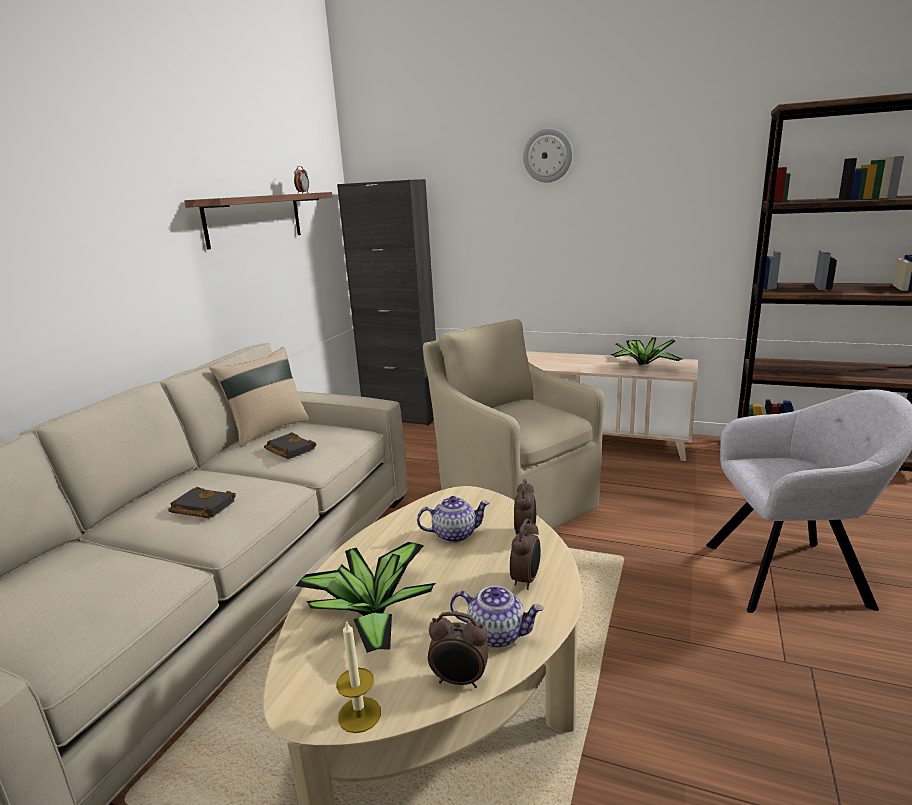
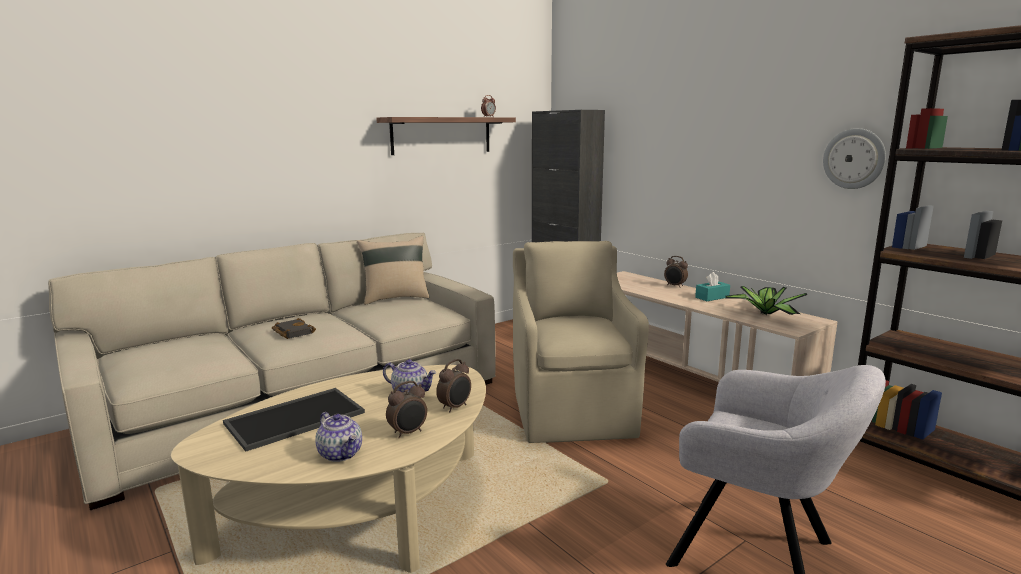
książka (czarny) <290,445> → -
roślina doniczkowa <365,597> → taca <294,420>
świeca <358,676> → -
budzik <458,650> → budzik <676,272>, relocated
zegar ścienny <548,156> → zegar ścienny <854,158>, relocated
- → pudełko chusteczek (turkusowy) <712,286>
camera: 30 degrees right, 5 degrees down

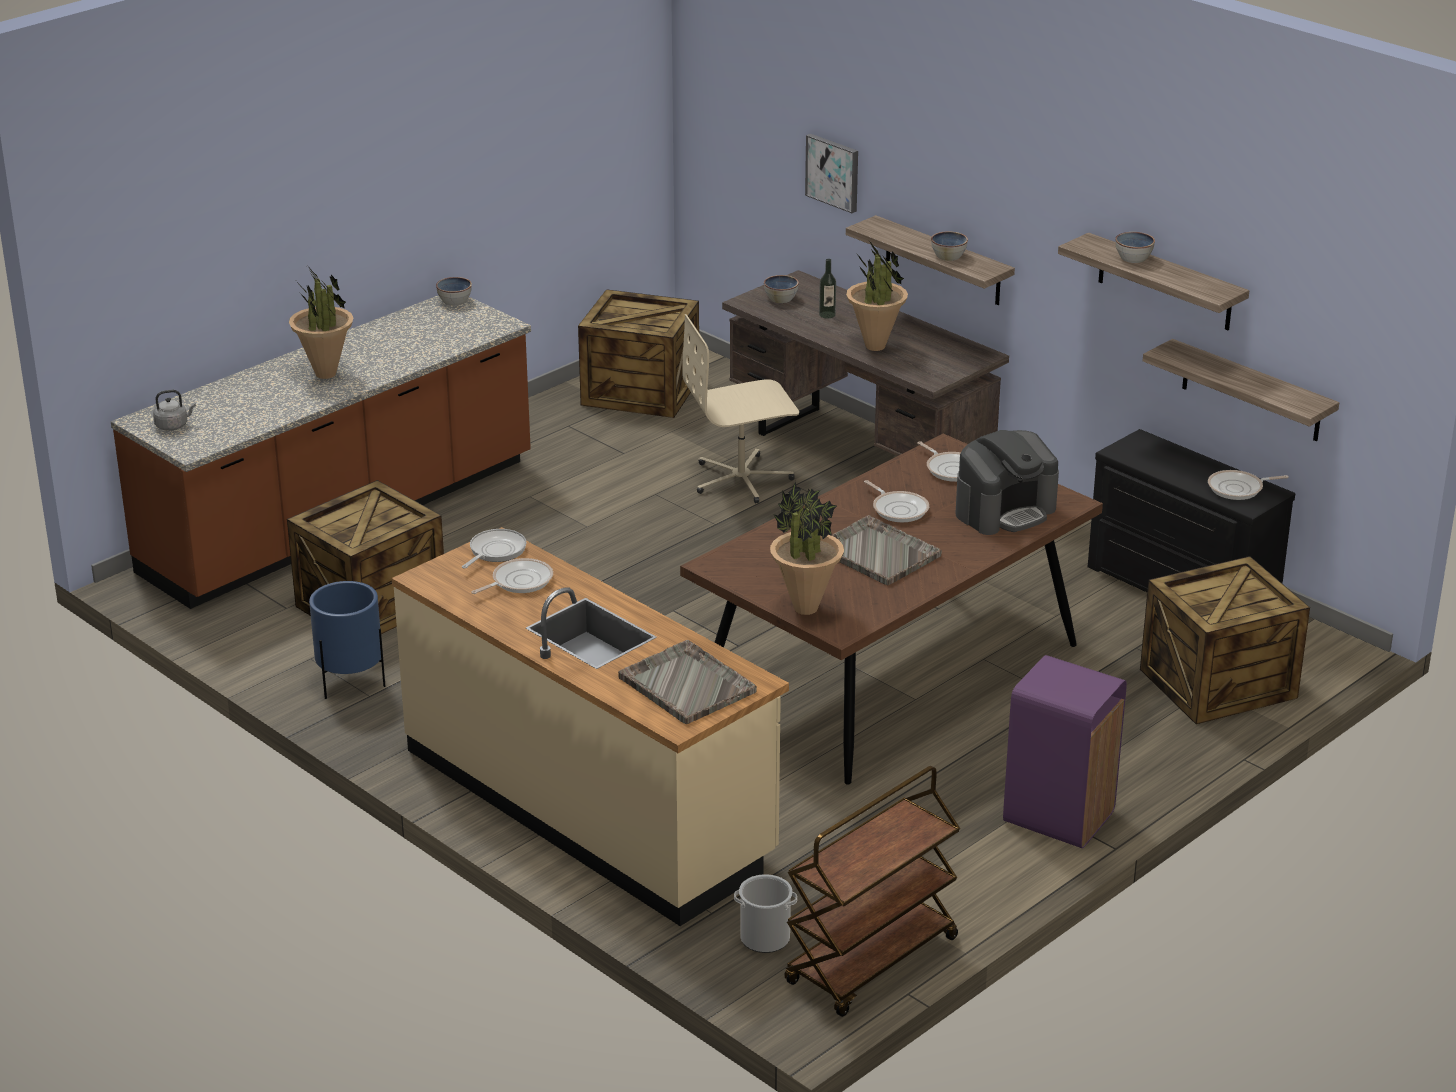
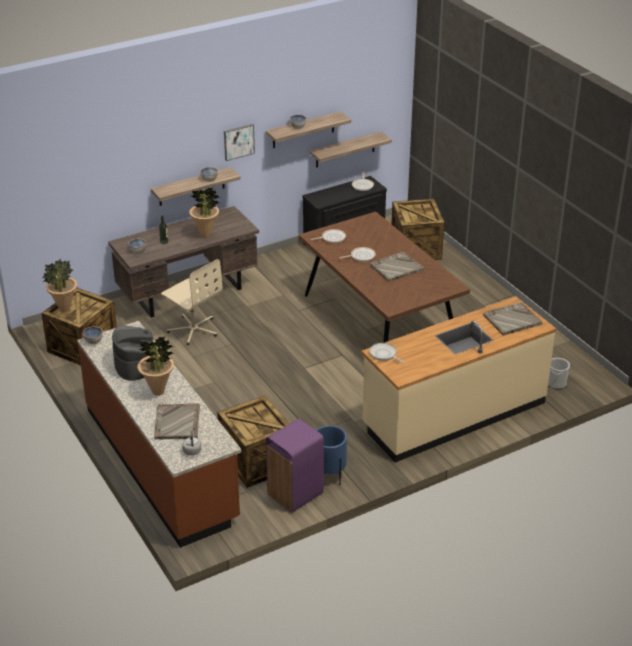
patelnia <512,576> → -
krzesło biurowe (beżowy) <740,408> → krzesło biurowe (beżowy) <192,302>, 45 degrees counterclockwise
roślina doniczkowa <807,548> → roślina doniczkowa <59,285>, relocated
wózek (brązowy) <872,891> → -
obraz <831,173> → obraz <239,142>, relocated
ekspres do kawy <1007,482> → ekspres do kawy <133,353>, relocated
kosz na śmieci (fioletowy) <1065,751> → kosz na śmieci (fioletowy) <295,465>, relocated
- → taca (szary) <177,421>
camera: 75 degrees left, 5 degrees up

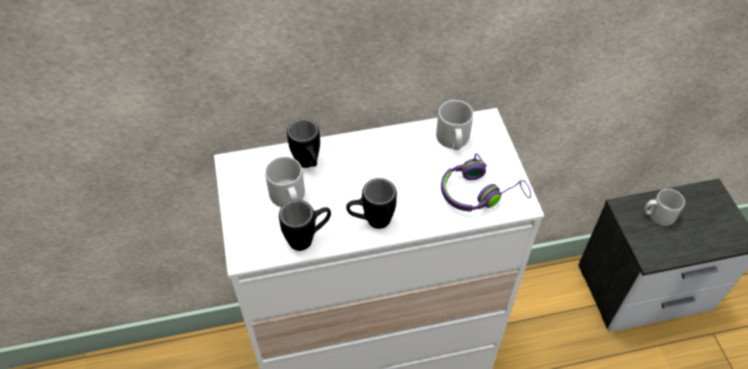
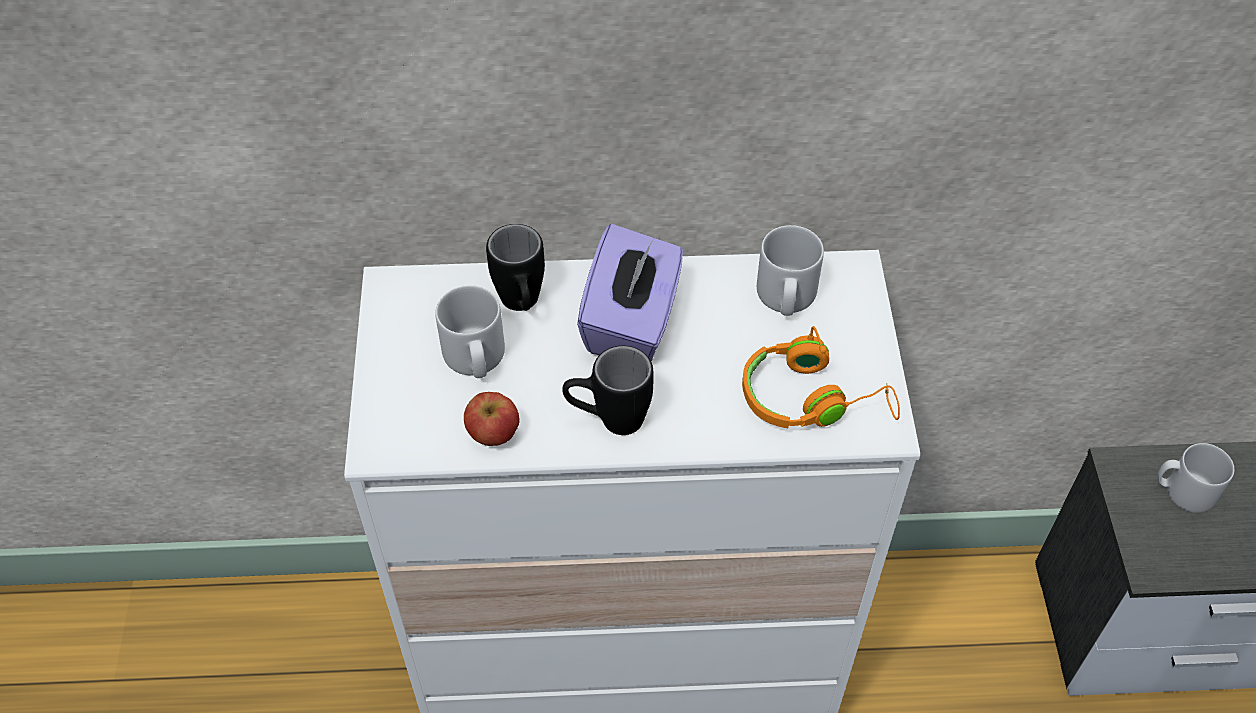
kubek (czarny) <305,225> → jabłko <492,419>
słuchawki (fioletowy) <486,182> → słuchawki (pomarańczowy) <821,377>
- → pudełko chusteczek (fioletowy) <630,293>
camera: 10 degrees right, 0 degrees up

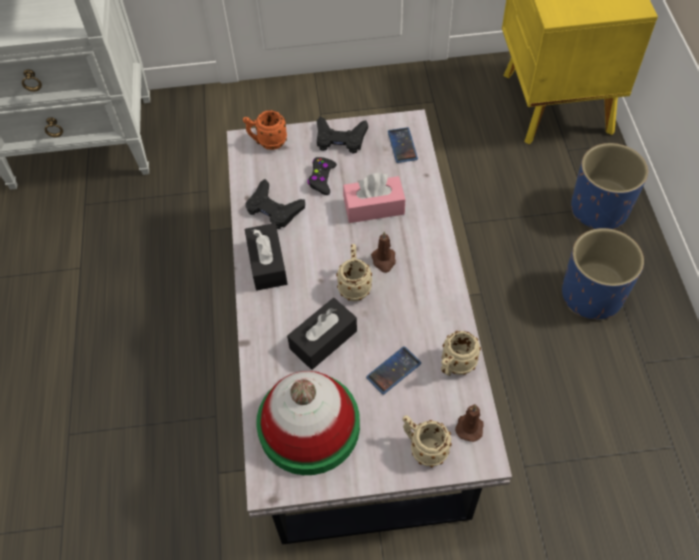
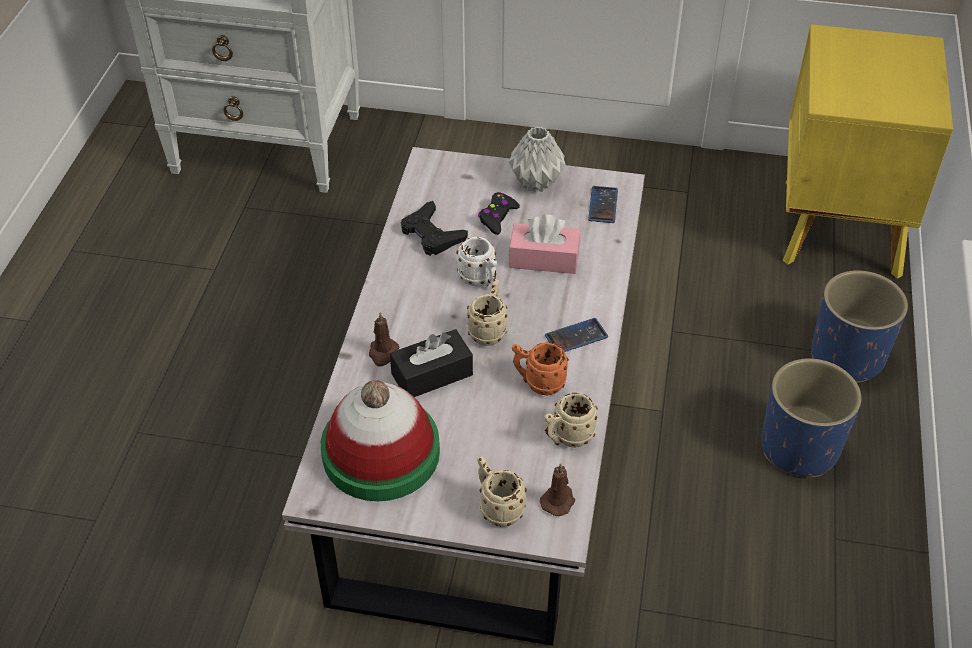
kubek (pomarańczowy) <265,130> → kubek (pomarańczowy) <540,368>, relocated
pudełko chusteczek (czarny) <266,256> → -
pad do gier (czarny) <342,135> → wazon (szary) <537,159>
telefon <393,370> → telefon <576,335>, relocated
świeca (brązowy) <383,252> → świeca (brązowy) <384,339>, relocated
- → kubek (biały) <476,263>
camera: 15 degrees right, 10 degrees down

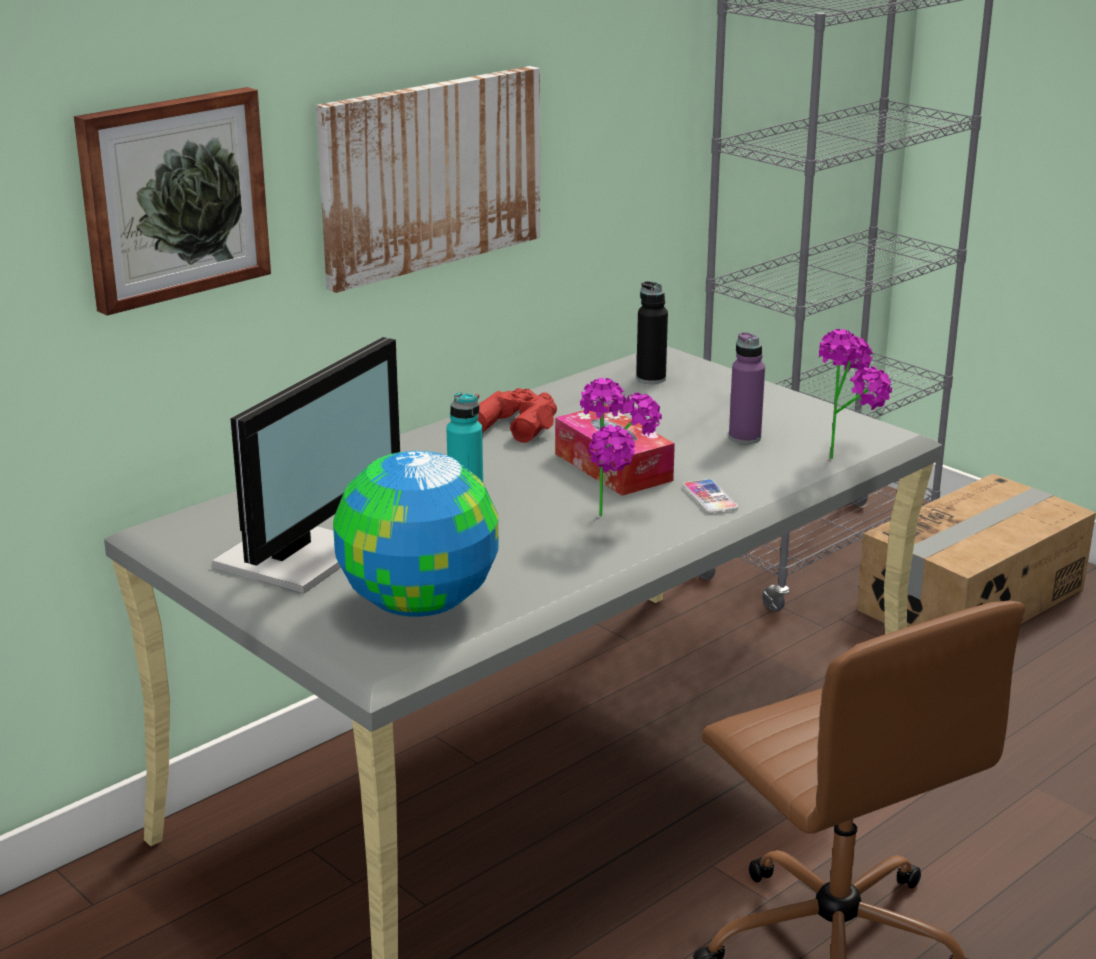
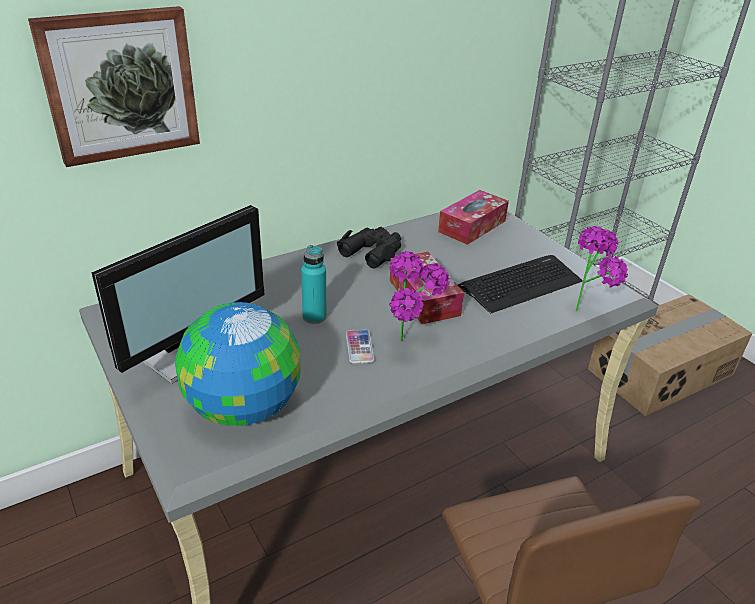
obraz <428,179> → -
lornetka (czerwony) <516,415> → lornetka (czarny) <369,248>
butelka (czarny) <652,332> → pudełko chusteczek <473,217>
telefon <710,496> → telefon <360,347>, relocated
butelka (fioletowy) <747,388> → klawiatura <520,284>
camera: 10 degrees right, 10 degrees up

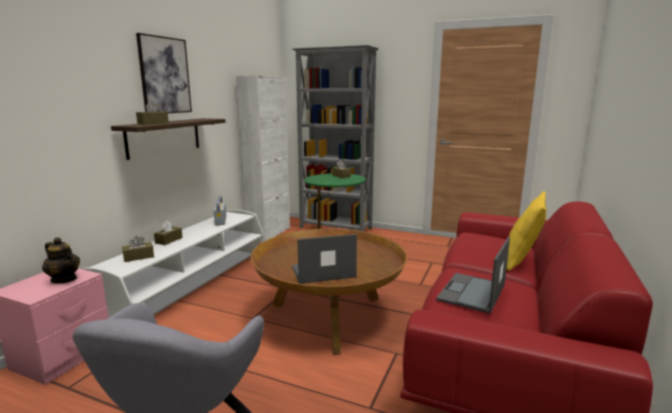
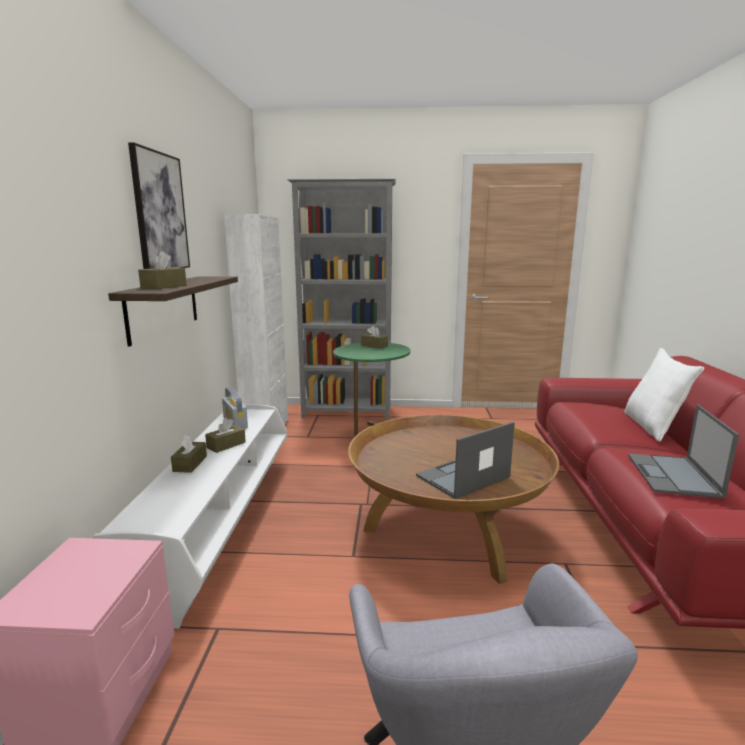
imbryk <61,260> → -
pudełko chusteczek (brązowy) <138,249> → pudełko chusteczek (brązowy) <225,435>, relocated
poduszka (żółty) <526,231> → poduszka (biały) <664,395>
camera: 20 degrees left, 0 degrees up

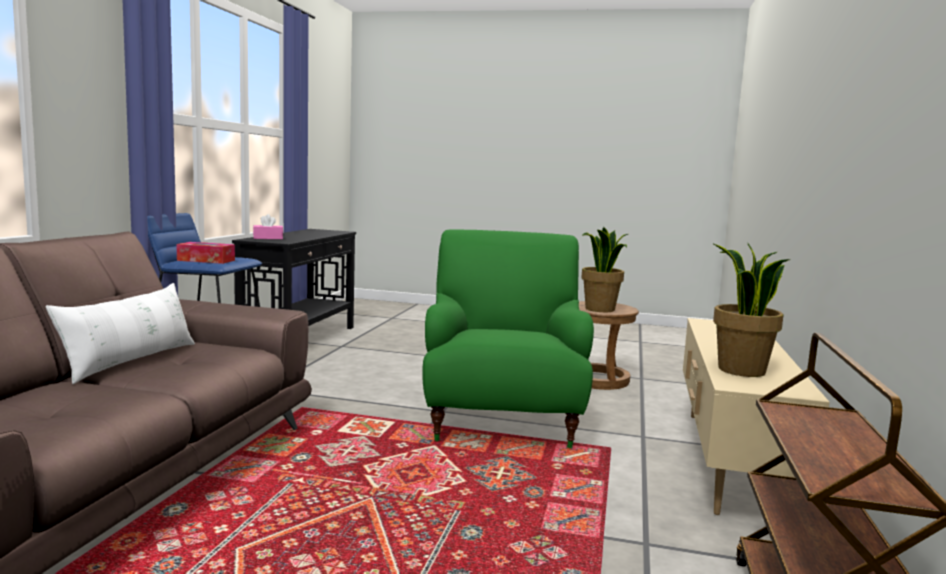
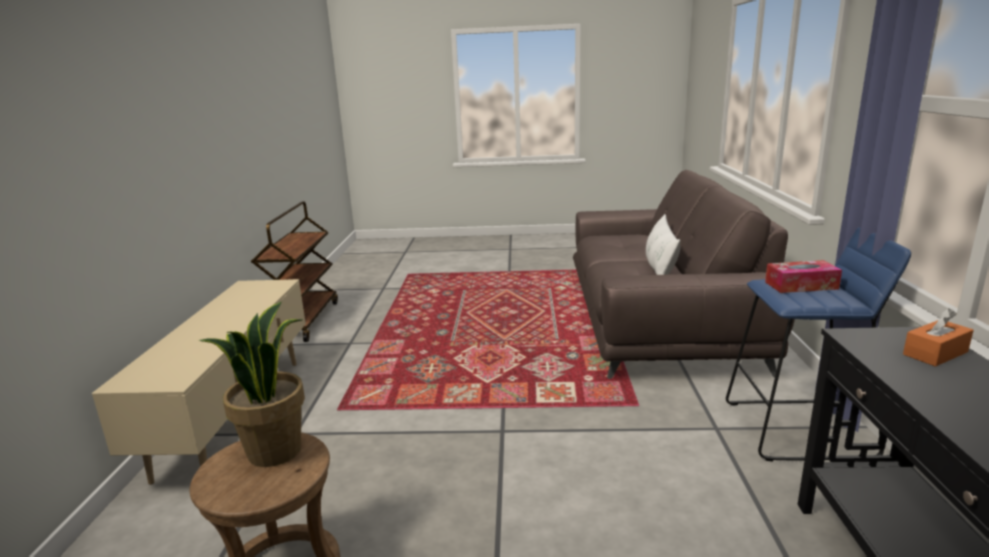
pudełko chusteczek (różowy) <268,226> → pudełko chusteczek (pomarańczowy) <938,337>
fotel (zielony) <508,338> → -
roślina doniczkowa <752,310> → -
camera: 170 degrees right, 10 degrees up

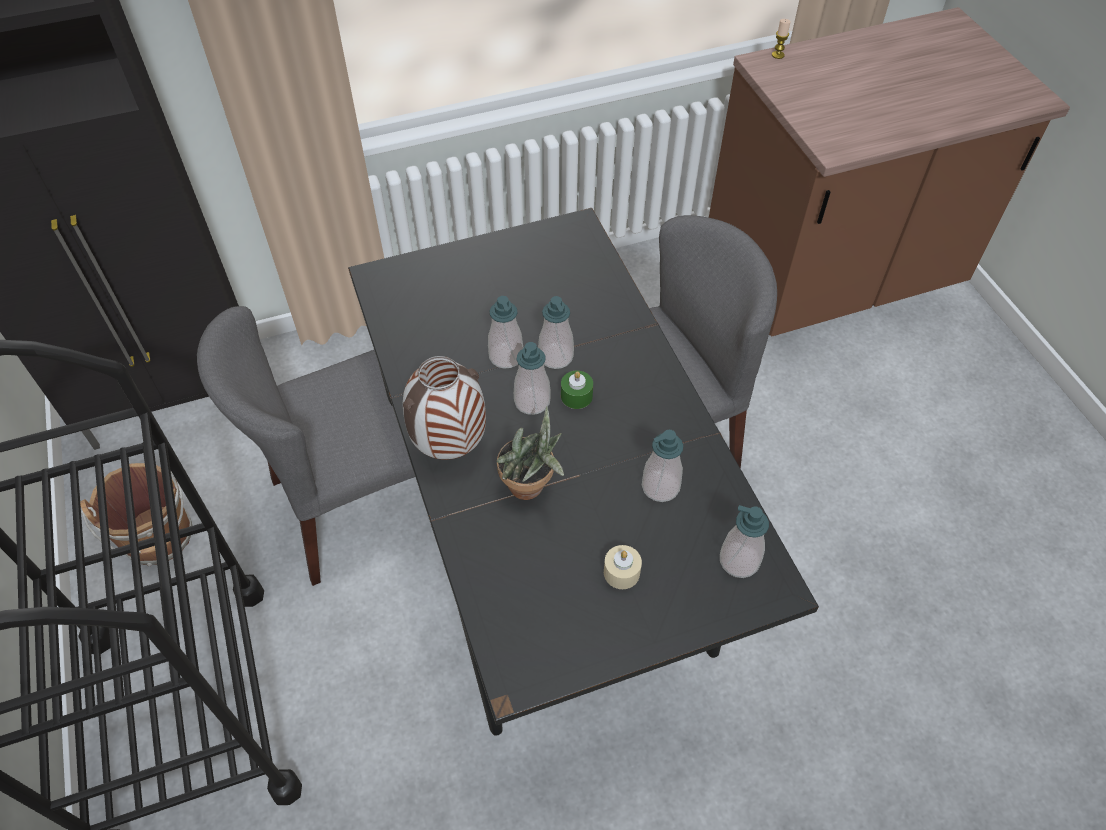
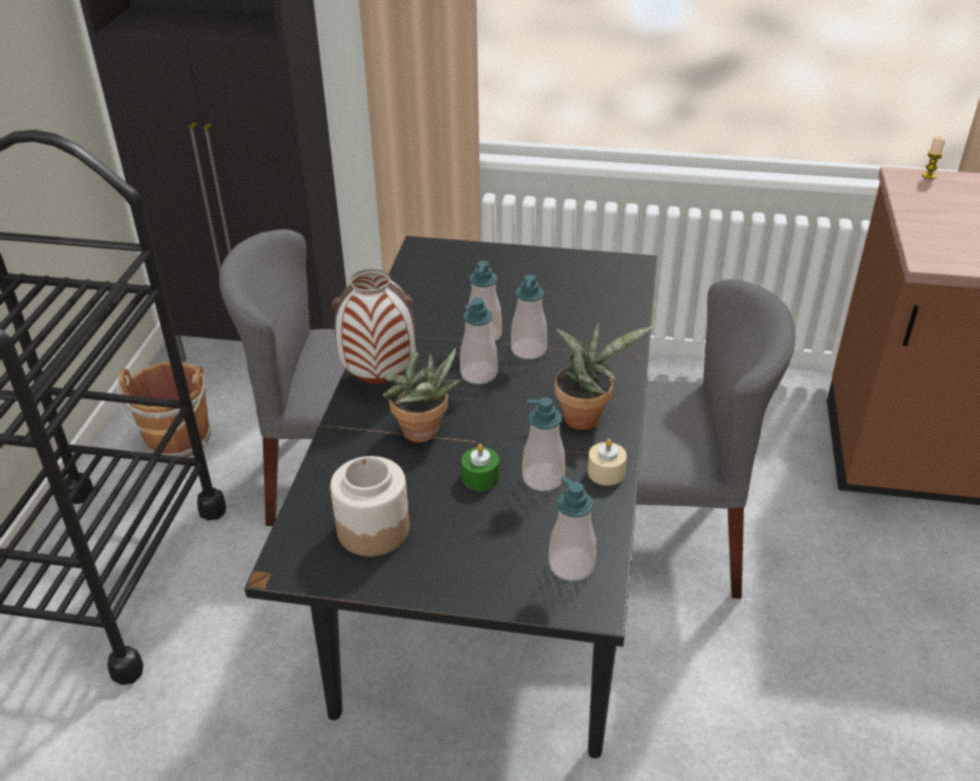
świeca (zielony) <577,390> → świeca (zielony) <480,467>, relocated
świeca (beżowy) <623,567> → świeca (beżowy) <607,462>, relocated
- → słoik <369,506>
- → roślina doniczkowa <604,376>
camera: 30 degrees right, 15 degrees down

